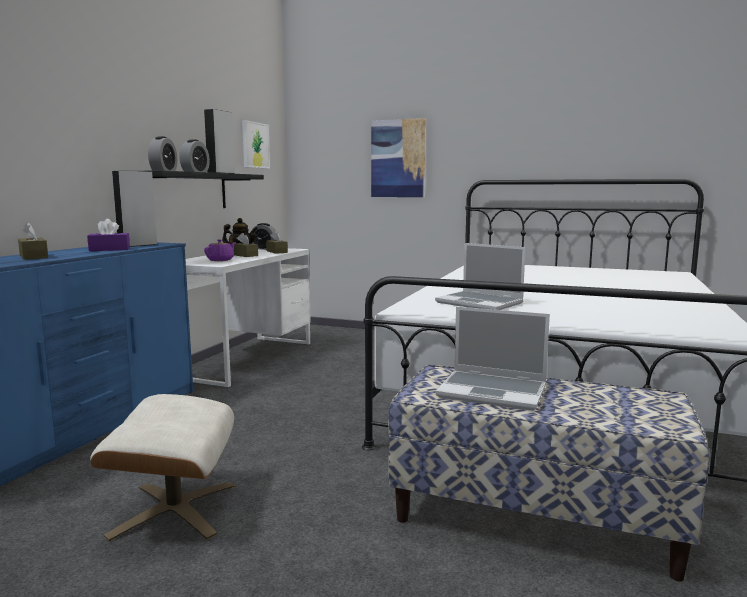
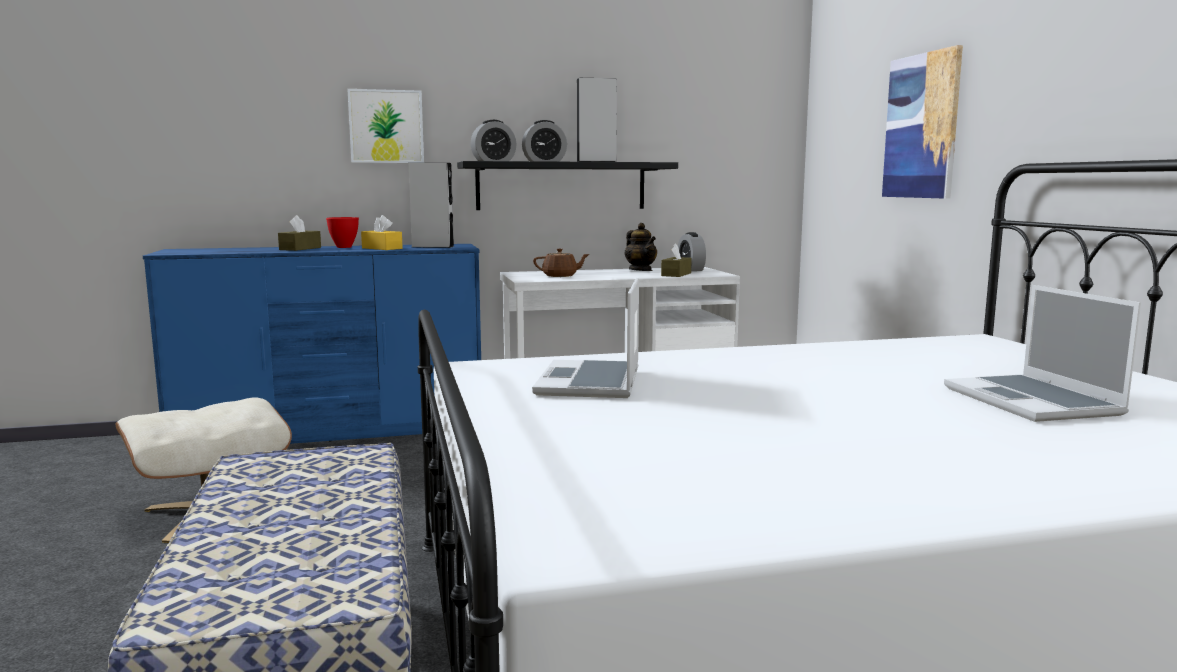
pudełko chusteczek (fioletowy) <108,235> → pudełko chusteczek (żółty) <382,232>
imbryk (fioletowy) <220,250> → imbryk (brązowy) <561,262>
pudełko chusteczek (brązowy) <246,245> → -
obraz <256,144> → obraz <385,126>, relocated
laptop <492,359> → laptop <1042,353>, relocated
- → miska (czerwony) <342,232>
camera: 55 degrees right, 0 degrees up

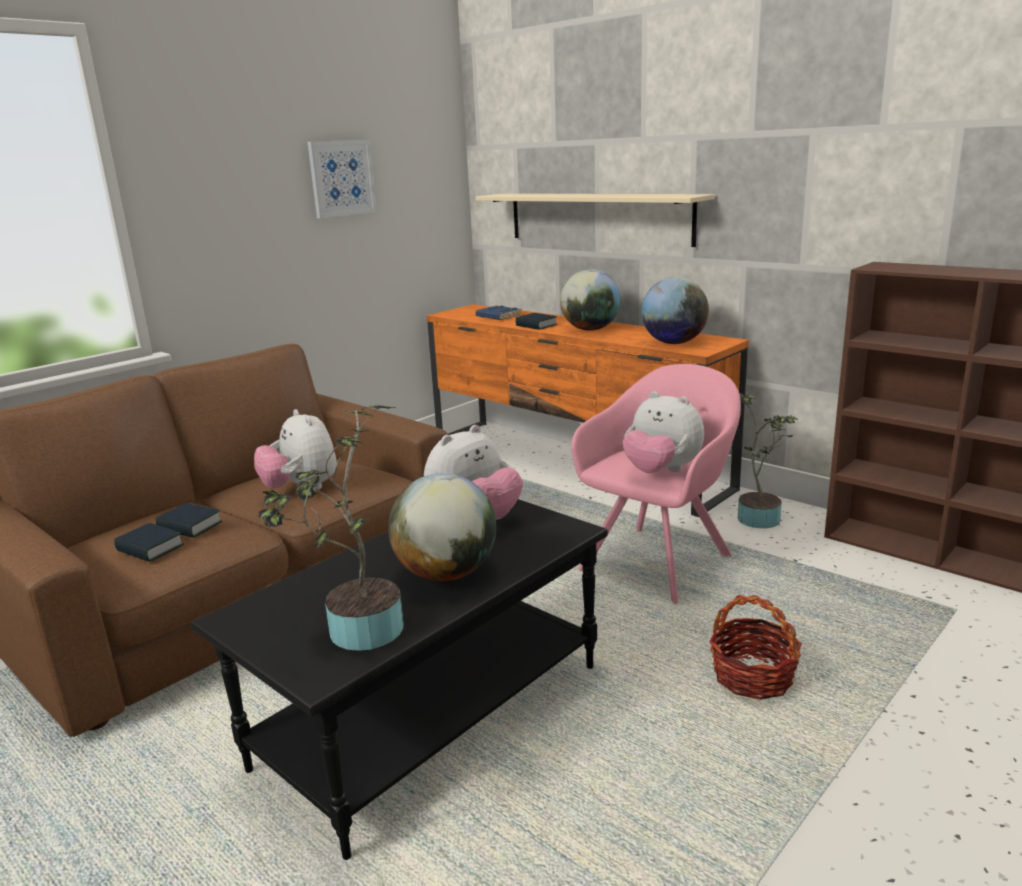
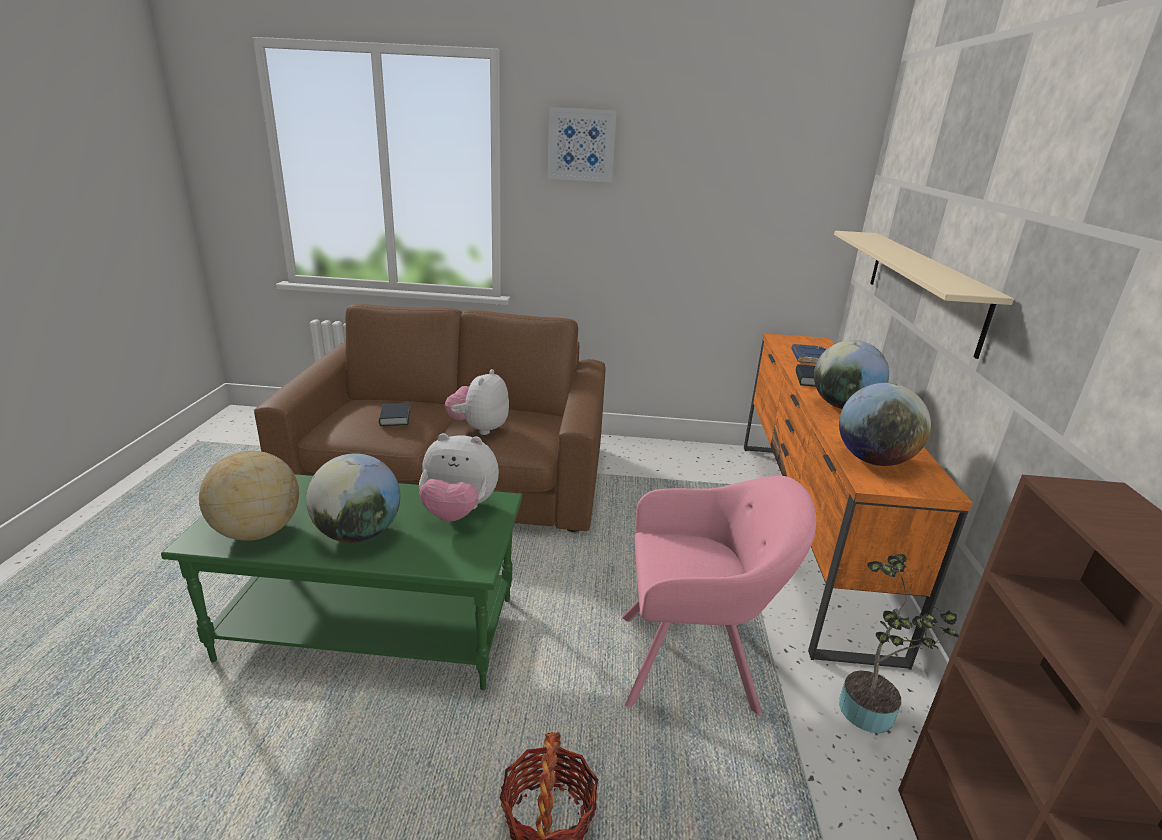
książka <149,542> → -
ława (czarny) <399,679> → ława (zielony) <341,582>
roślina doniczkowa <330,528> → globus <249,496>
obraz <342,179> → obraz <582,144>, relocated
pluszak <663,432> → -
camera: 50 degrees right, 5 degrees up

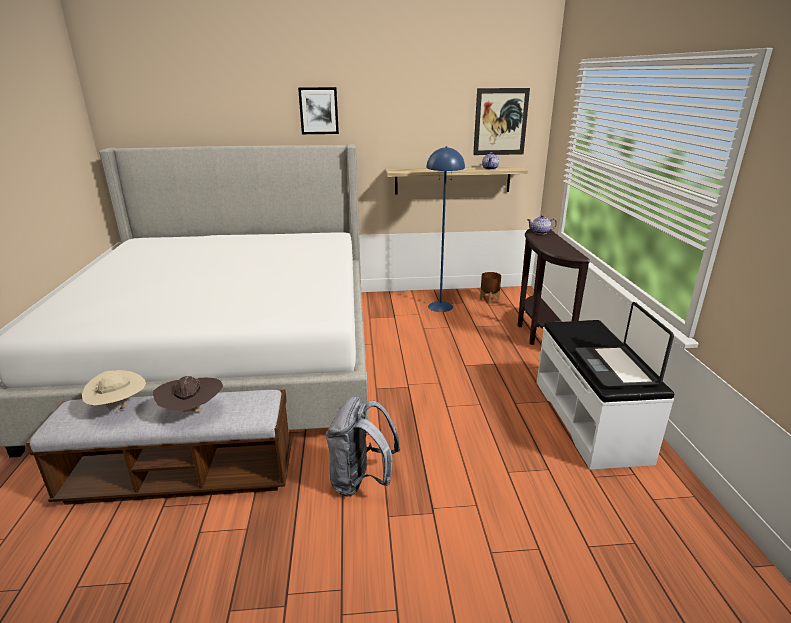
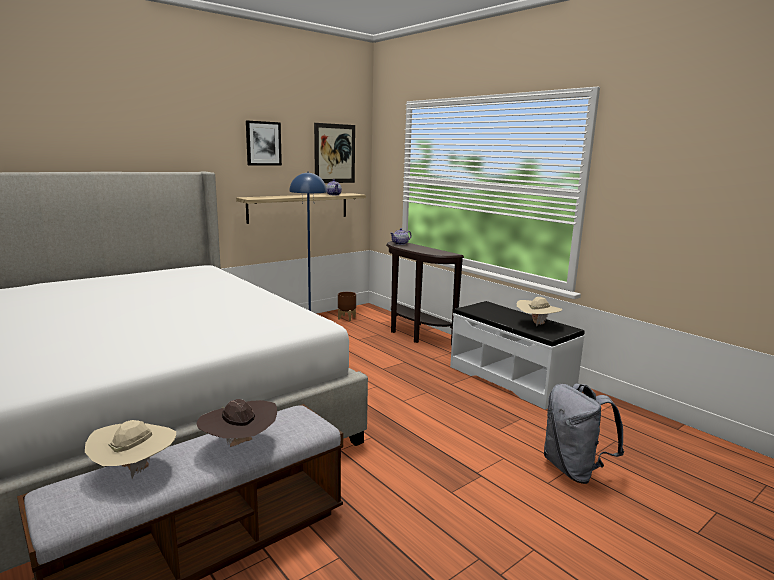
obraz <318,110> → obraz <264,143>, relocated
plecak (szary) <363,446> → plecak (szary) <584,433>, relocated
laptop <624,345> → kapelusz (beżowy) <539,311>
camera: 35 degrees left, 10 degrees down

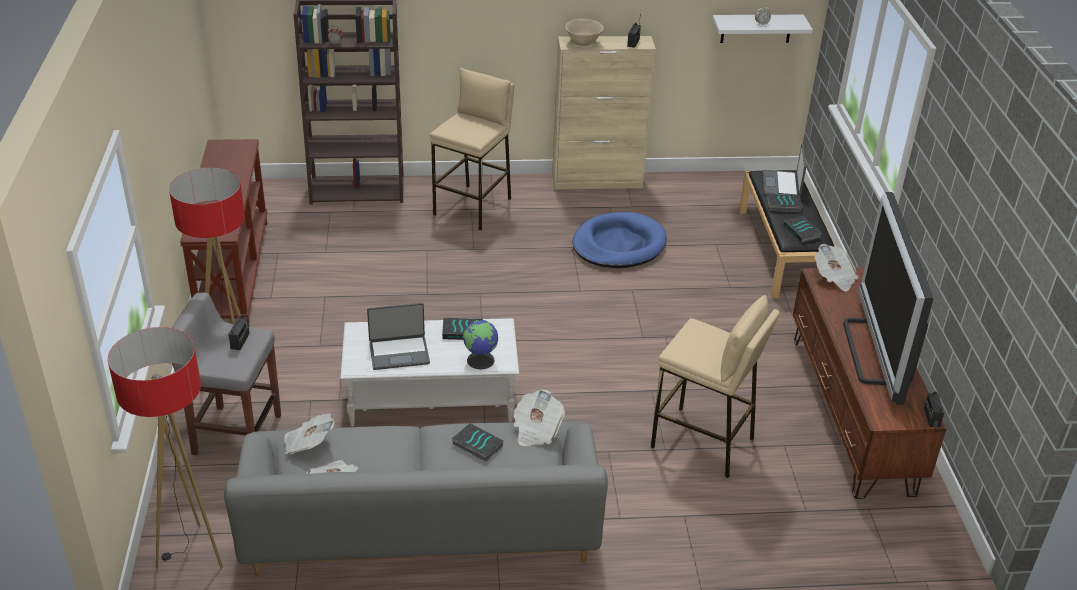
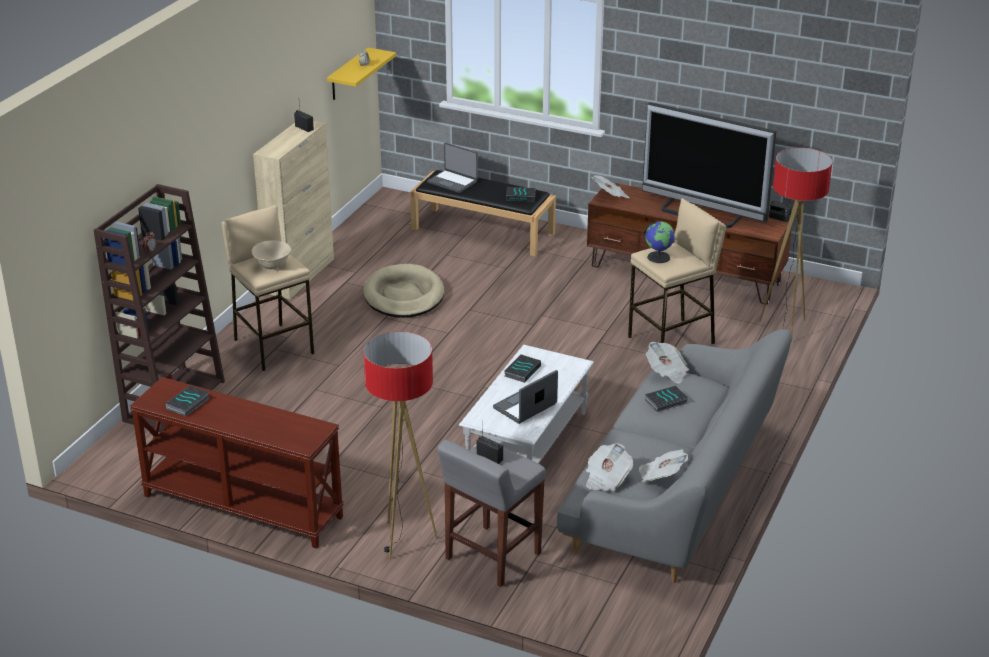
lampa stojąca <165,448> → lampa stojąca <796,244>, relocated
laptop <398,336> → laptop <525,397>, 150 degrees counterclockwise
globus <480,344> → globus <659,242>, relocated
miska (beżowy) <584,32> → miska (beżowy) <271,254>, relocated
legowisko (niebieski) <619,240> → legowisko (beżowy) <403,291>
półka (biały) <762,29> → półka (żółty) <361,74>
książka <785,203> → książka <187,401>, relocated
camera: 60 degrees left, 5 degrees down

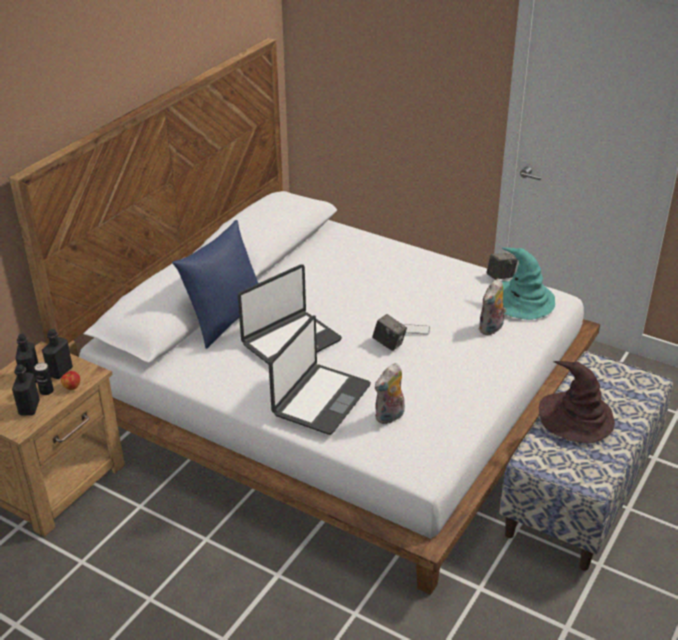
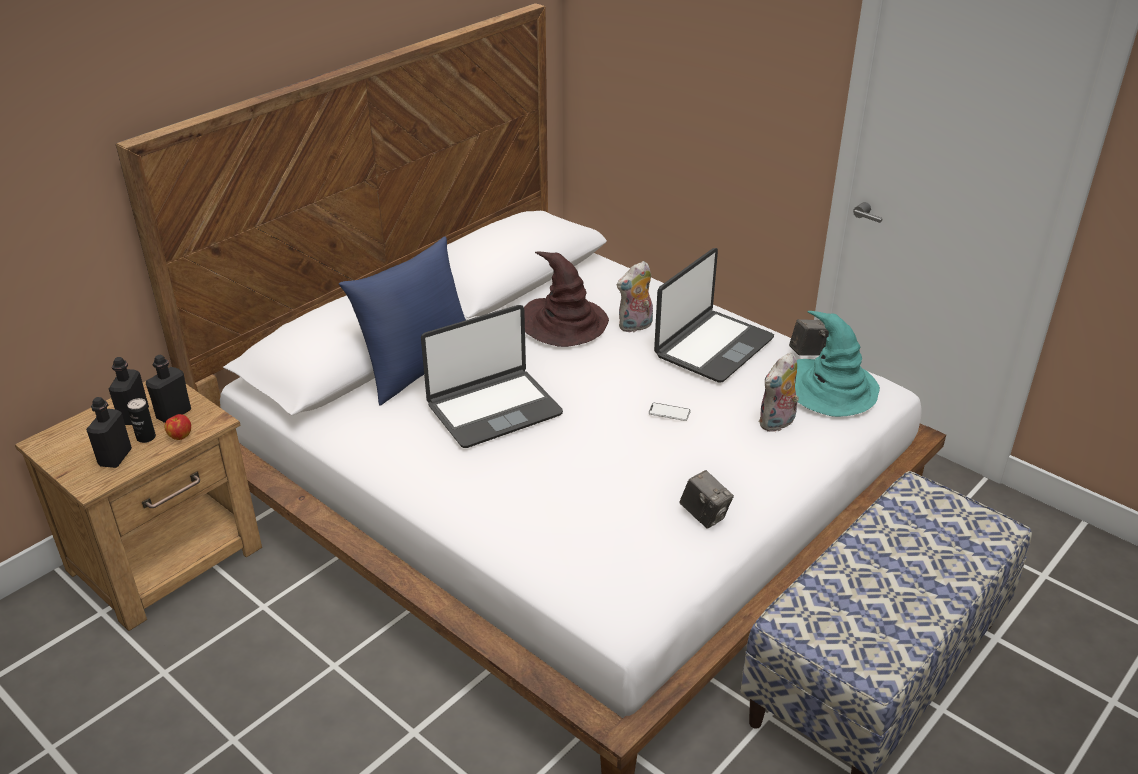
laptop <320,375> → laptop <714,315>, relocated
aparat fotograficzny <389,332> → aparat fotograficzny <706,499>, relocated
pluszak <390,393> → pluszak <635,296>, relocated
kapelusz (brązowy) <577,402> → kapelusz (brązowy) <566,299>, relocated
camera: 10 degrees right, 0 degrees up

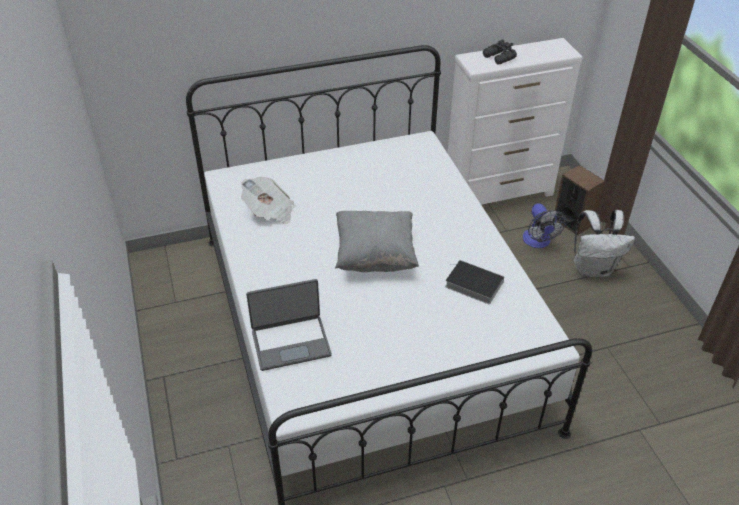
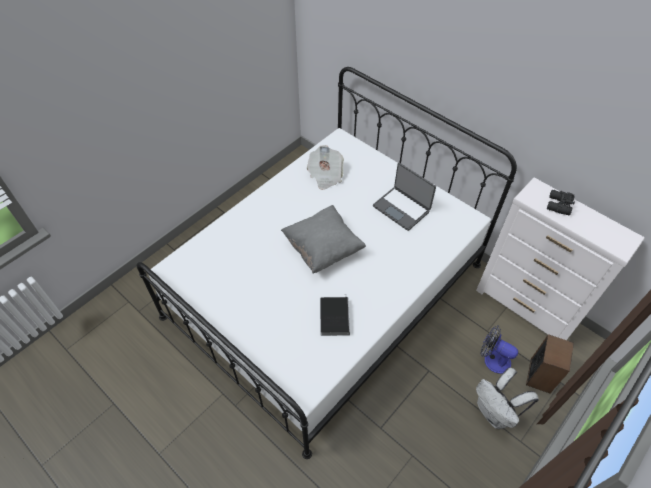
laptop <289,325> → laptop <404,197>, relocated
wentylator <544,225> → wentylator <499,349>, 75 degrees clockwise
camera: 60 degrees right, 10 degrees up

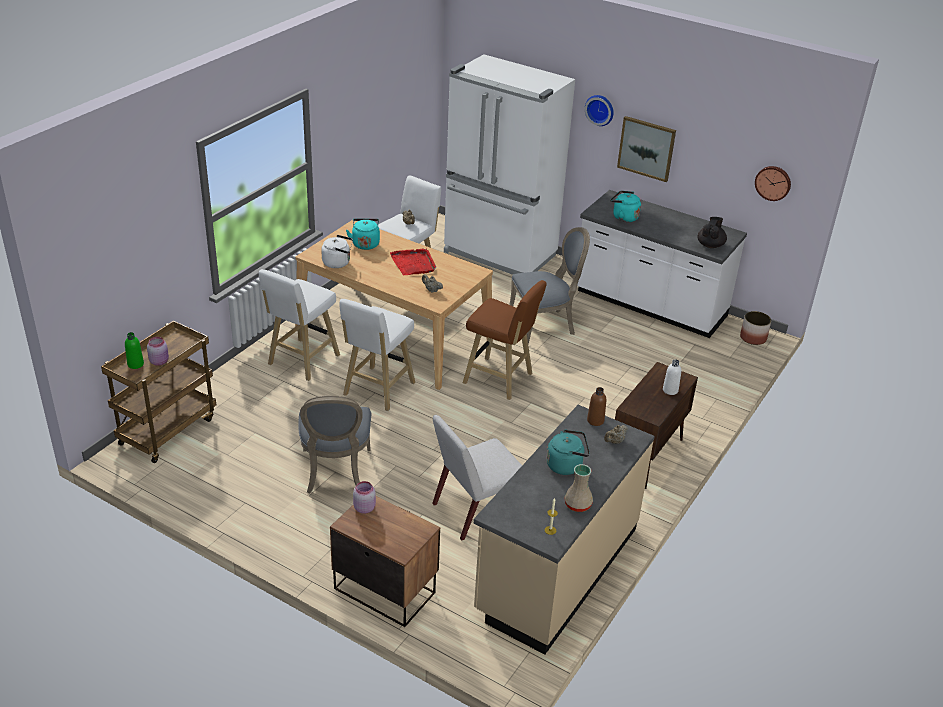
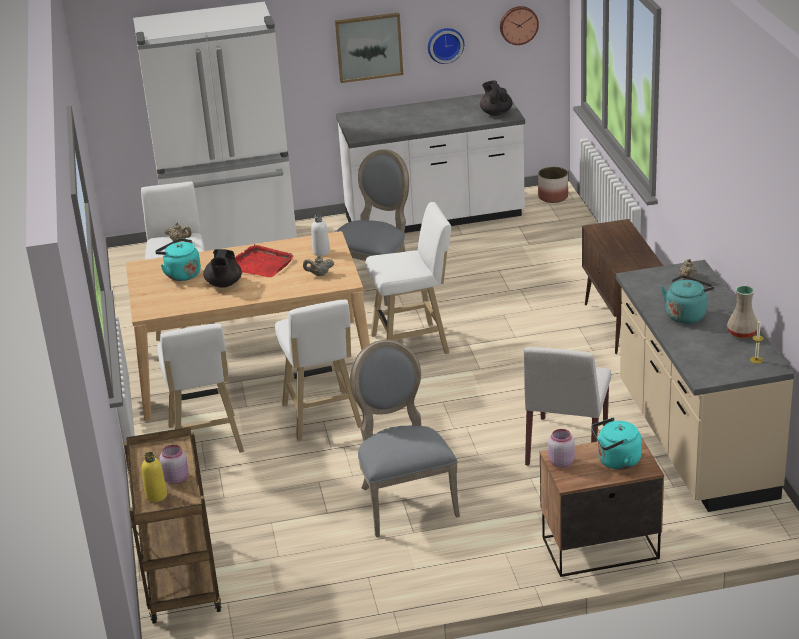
butelka (zielony) <134,350> → butelka (żółty) <154,477>
krzesło (szary) <335,444> → krzesło (szary) <405,438>, 150 degrees counterclockwise
czajnik (biały) <337,251> → -
stołek (brązowy) <505,340> → stołek (biały) <408,278>
zegar ścienny <599,110> → zegar ścienny <446,46>, relocated
butelka (brązowy) <596,406> → -
czajnik (turkusowy) <625,206> → czajnik (turkusowy) <616,444>, relocated
butelka (biały) <672,377> → butelka (biały) <320,235>, relocated
- → imbryk (czarny) <222,268>
camera: 40 degrees left, 5 degrees down

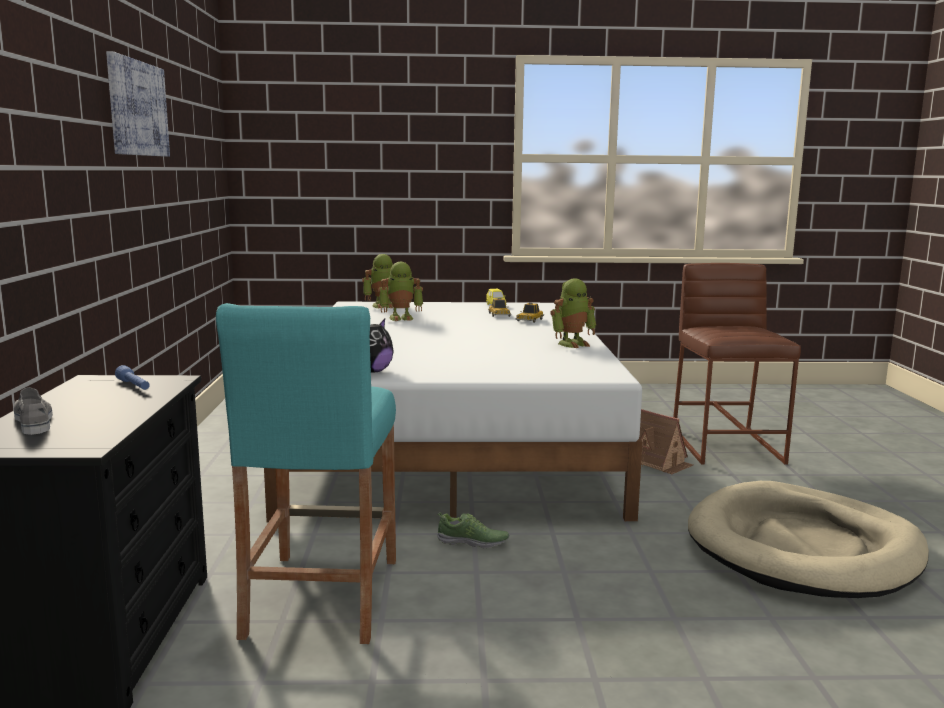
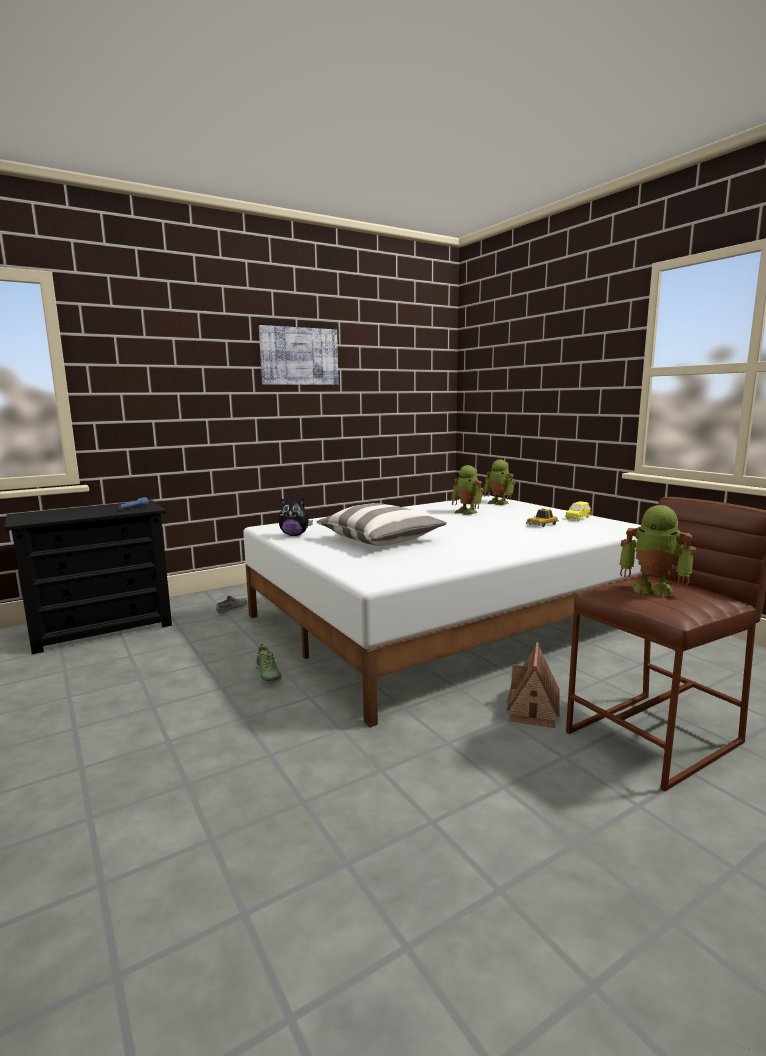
but (szary) <33,411> → but (szary) <231,606>, relocated
stołek (turkusowy) <306,473> → -
samochodzik <529,313> → -
robot zabawkowy <573,313> → robot zabawkowy <657,551>, relocated
legowisko (beżowy) <808,539> → -
- → poduszka <381,524>
camera: 60 degrees right, 0 degrees up

